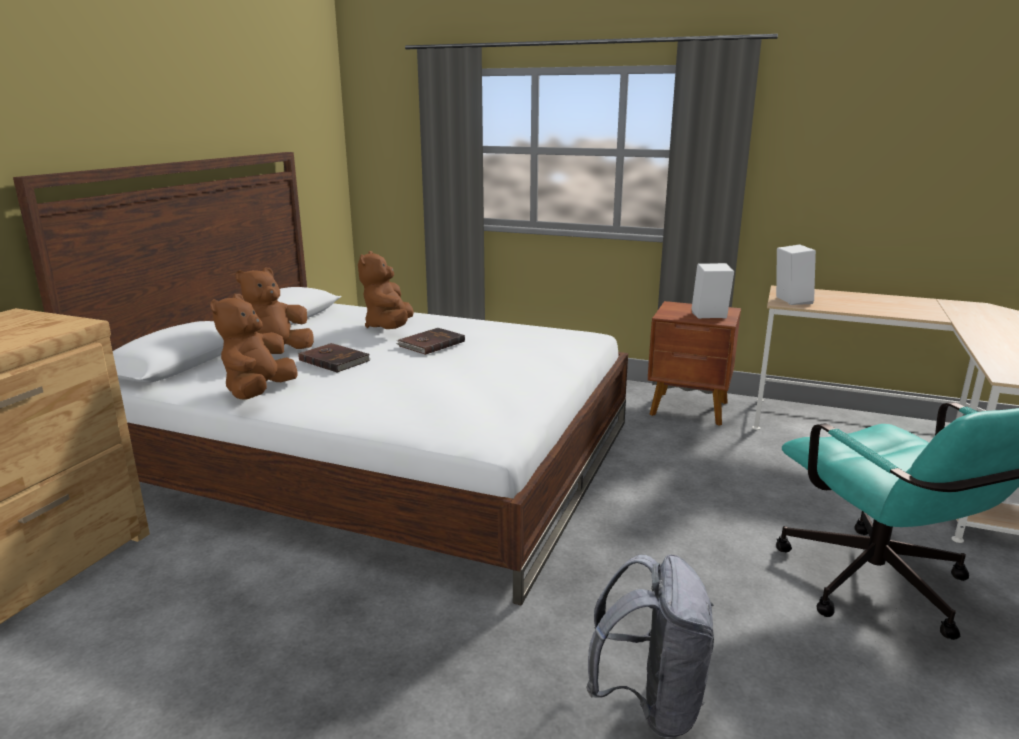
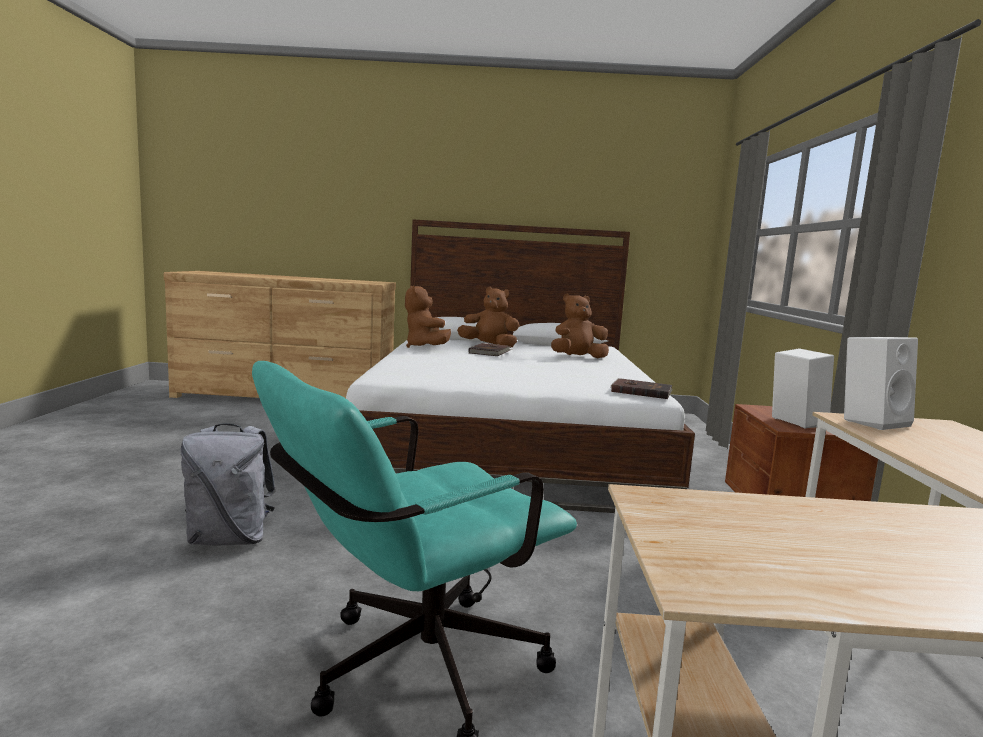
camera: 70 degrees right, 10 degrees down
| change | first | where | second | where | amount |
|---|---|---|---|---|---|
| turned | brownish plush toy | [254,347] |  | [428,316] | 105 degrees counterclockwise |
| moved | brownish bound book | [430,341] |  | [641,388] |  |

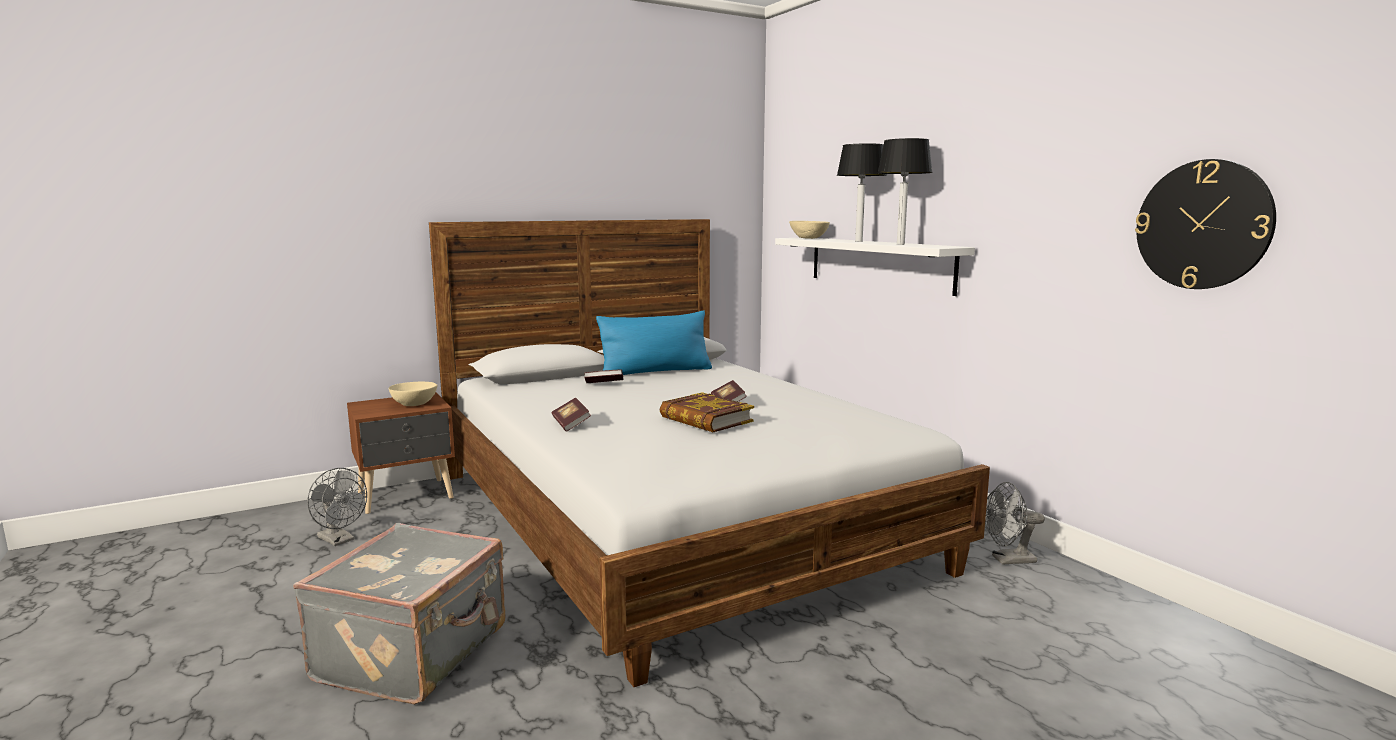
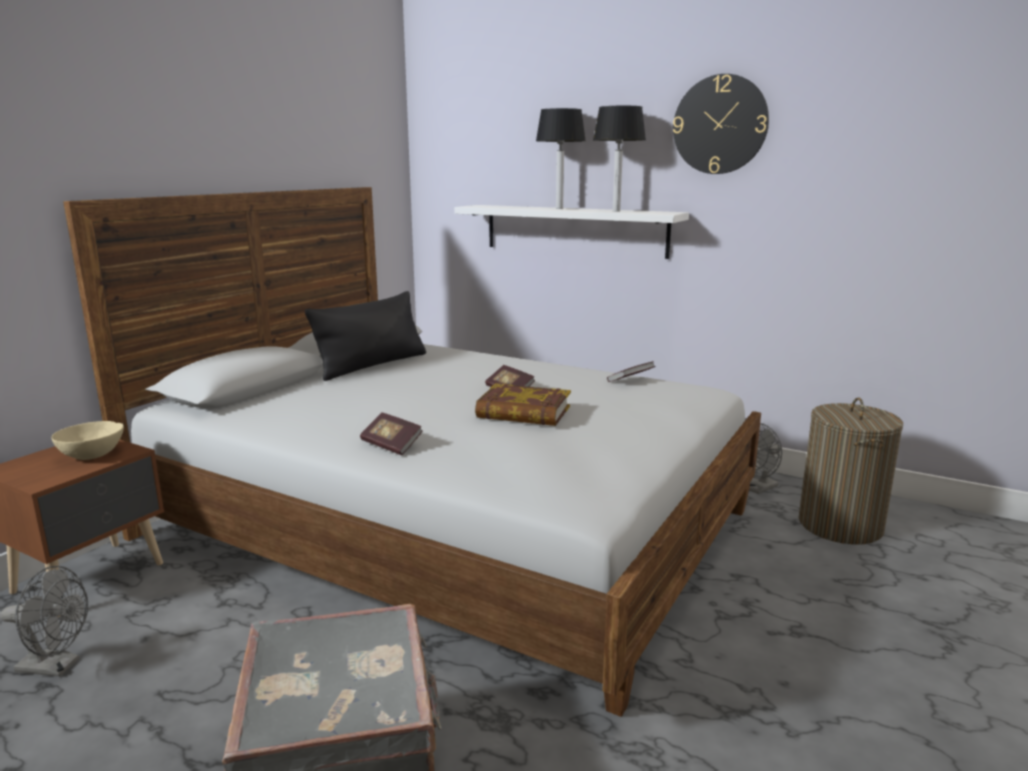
camera: 30 degrees left, 5 degrees up
| change | first | where | second | where | amount |
|---|---|---|---|---|---|
| recoloured | bluish throw pillow | [654,343] | black throw pillow | [365,336] |  |
| moved | bound book | [604,376] |  | [631,371] |  |
| moved | hanging clock | [1205,224] |  | [721,124] |  |
| added |  |  | laundry basket | [851,471] |  |
| removed | beige-coloured bowl | [809,230] |  |  |  |

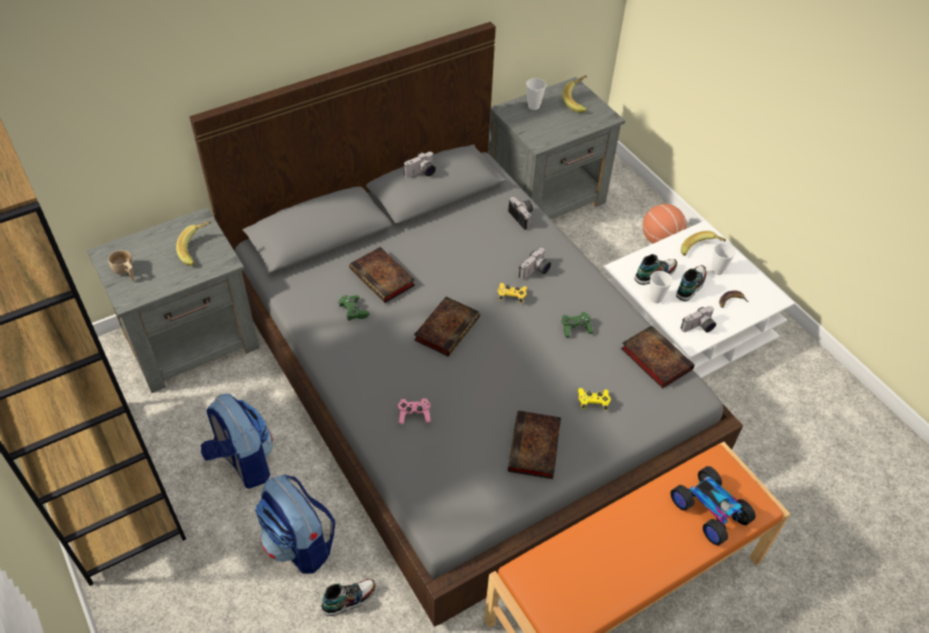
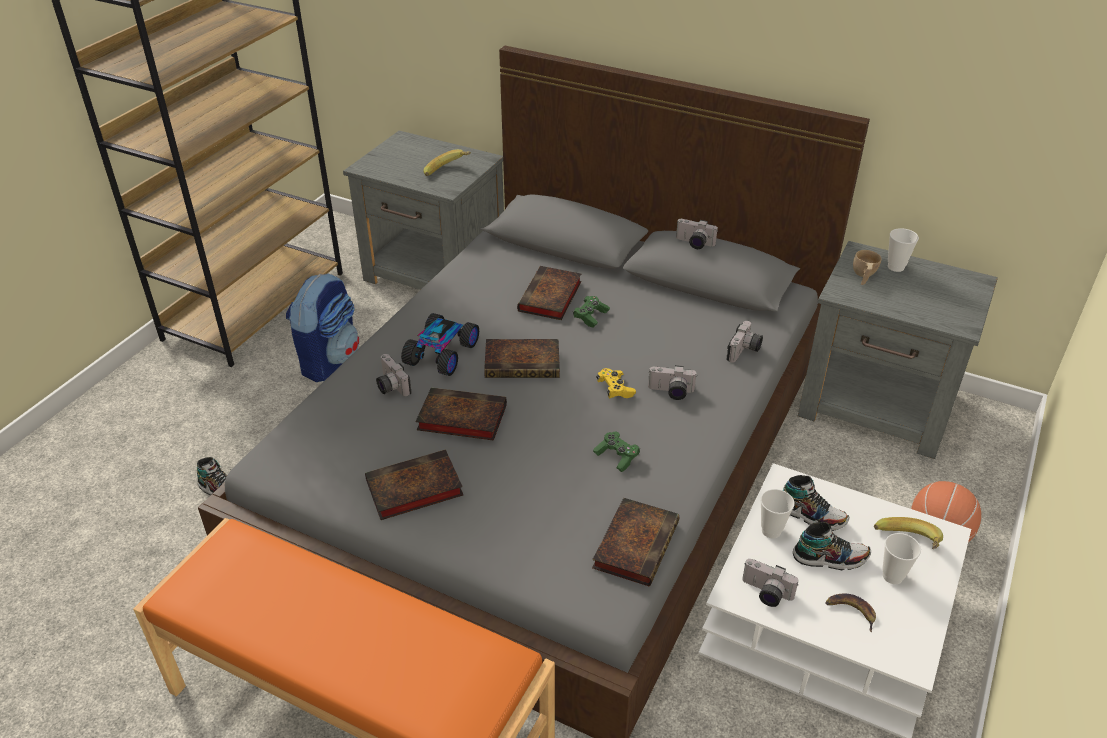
camera: 60 degrees right, 10 degrees down
| change | first | where | second | where | amount |
|---|---|---|---|---|---|
| replaced | pink-coloured joypad | [414,411] | still camera | [394,375] |  |
| moved | model car | [713,506] |  | [440,344] |  |
| added |  |  | bound book | [461,414] |  |
| moved | greenish joypad | [353,308] |  | [591,312] |  |
| moved | beige-coloured cup | [121,265] |  | [867,267] |  |
| removed | knapsack | [295,524] |  |  |  |
| removed | banana | [574,94] |  |  |  |
| removed | yellowish joypad | [594,399] |  |  |  |

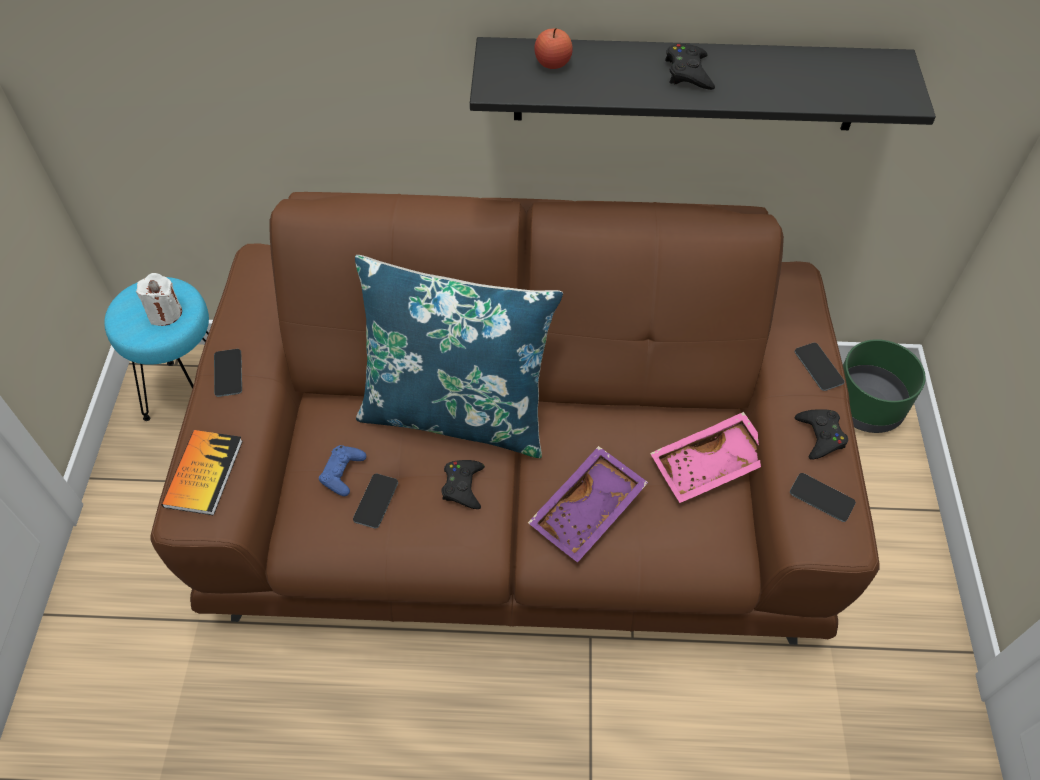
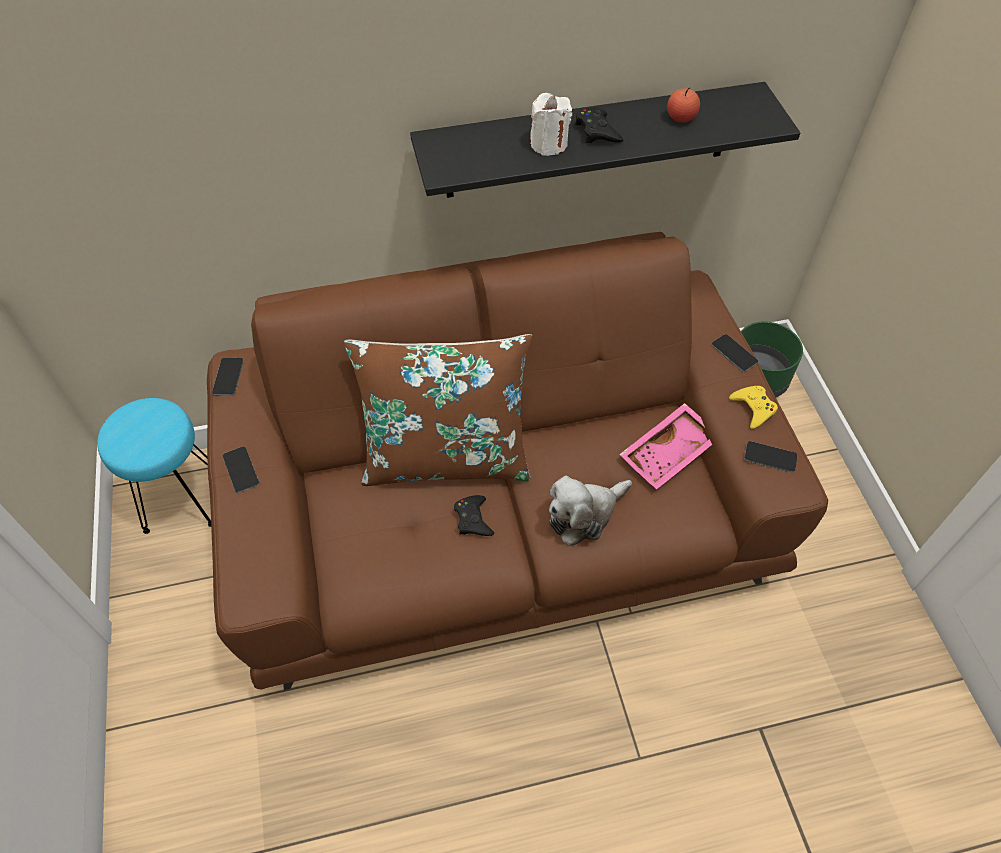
camera: 15 degrees left, 0 degrees up
| change | first | where | second | where | amount |
|---|---|---|---|---|---|
| moved | phone | [375,501] |  | [228,377] |  |
| recoloured | bluish throw pillow | [459,356] | brownish throw pillow | [438,410] |  |
| moved | white wax light | [159,299] |  | [551,124] |  |
| replaced | purplish serving tray | [588,504] | plush toy | [590,511] |  |
| moved | apple | [553,48] |  | [683,105] |  |
| recoloured | black joypad | [821,434] | yellowish joypad | [753,407] |  |
| removed | bound book | [202,472] |  |  |  |
| removed | bluish joypad | [343,470] |  |  |  |

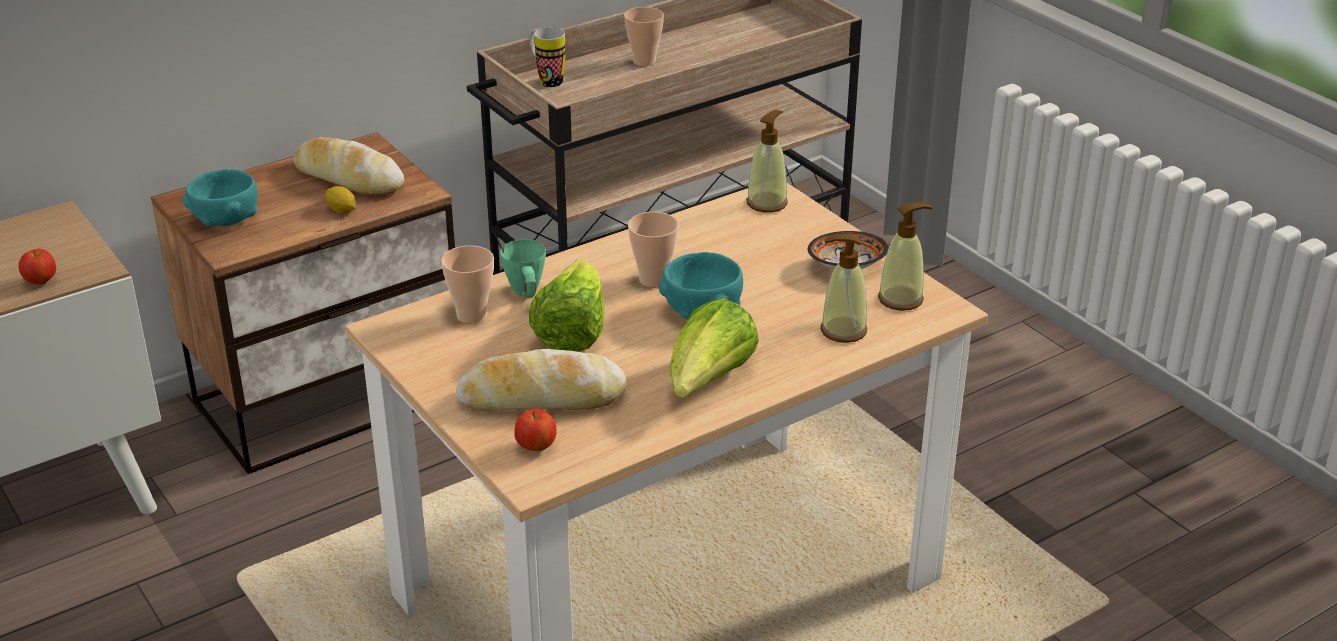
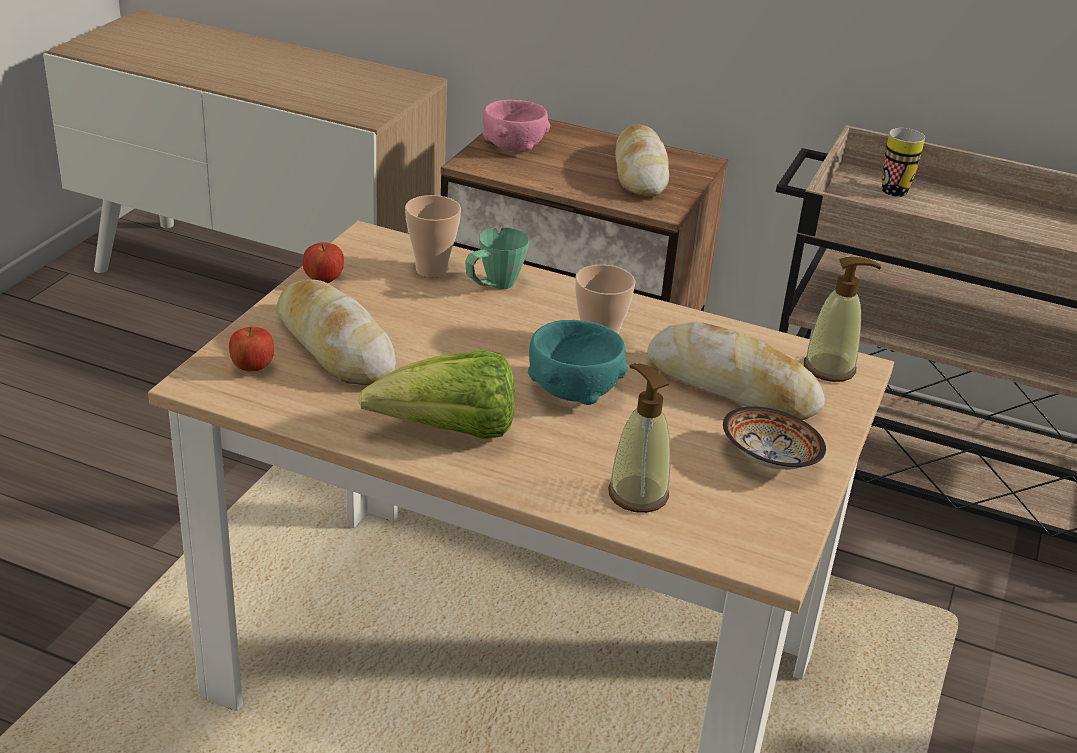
camera: 55 degrees right, 0 degrees up
| change | first | where | second | where | amount |
|---|---|---|---|---|---|
| moved | apple | [37,267] |  | [323,262] |  |
| recoloured | turquoise bowl | [220,197] | pink-coloured bowl | [516,126] |  |
| added |  |  | bread | [736,371] |  |
| removed | lemon | [341,199] |  |  |  |
| removed | head of lettuce | [567,305] |  |  |  |
| removed | cup | [644,36] |  |  |  |
| removed | liquid soap bottle | [905,257] |  |  |  |

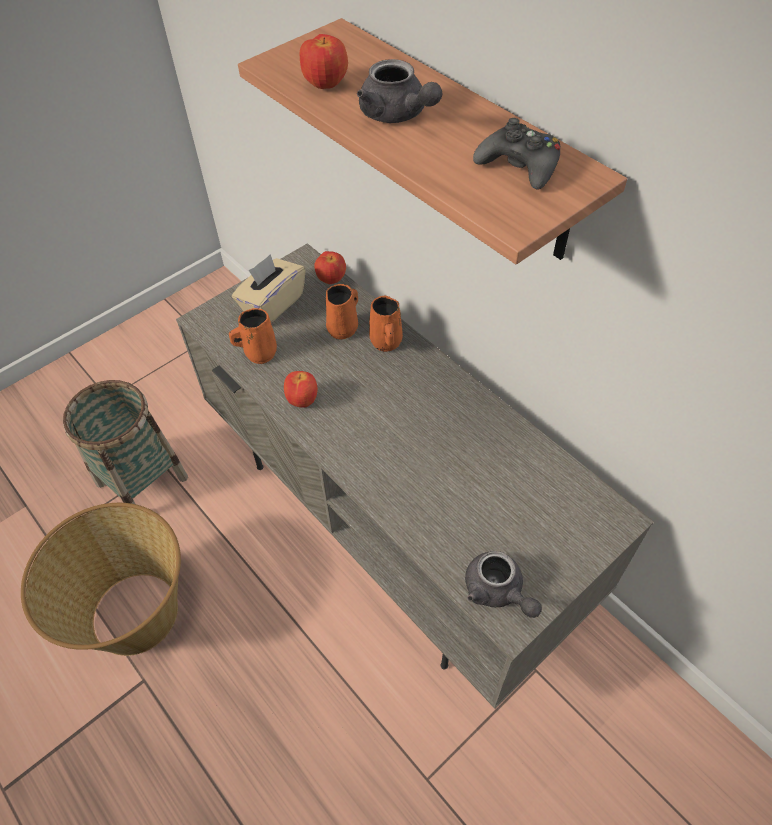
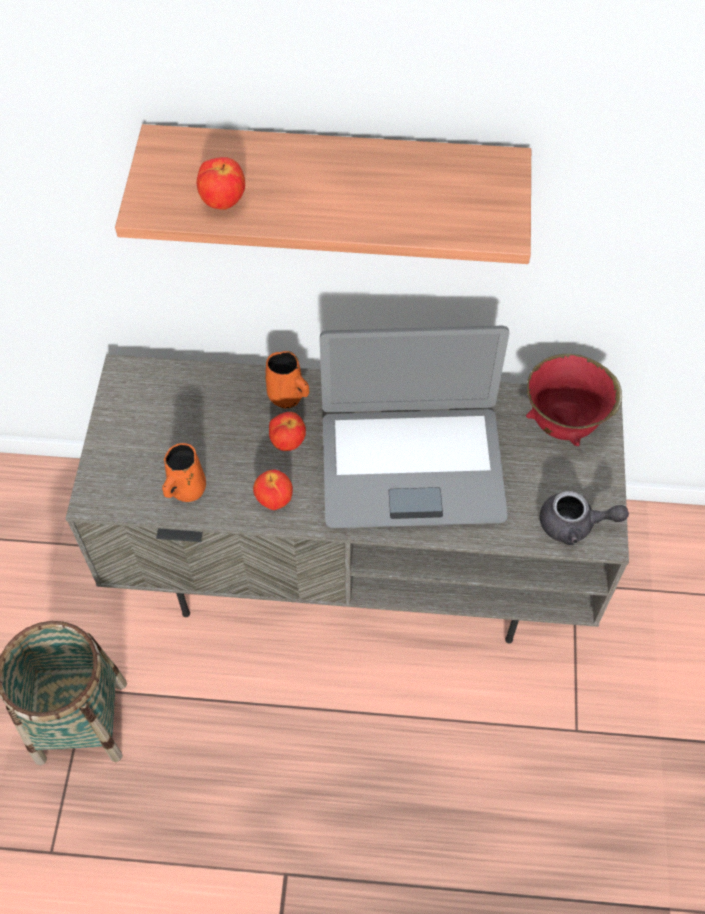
camera: 45 degrees left, 5 degrees up
| change | first | where | second | where | amount |
|---|---|---|---|---|---|
| moved | apple | [330,267] |  | [287,431] |  |
| added |  |  | notebook computer | [414,427] |  |
| added |  |  | reddish bowl | [574,400] |  |
| removed | basket | [101,579] |  |  |  |
| removed | beige-coloured box of tissues | [269,288] |  |  |  |
| removed | orange-coloured mug | [342,312] |  |  |  |
| removed | grey pot for tea | [399,91] |  |  |  |
| removed | black joypad | [516,154] |  |  |  |

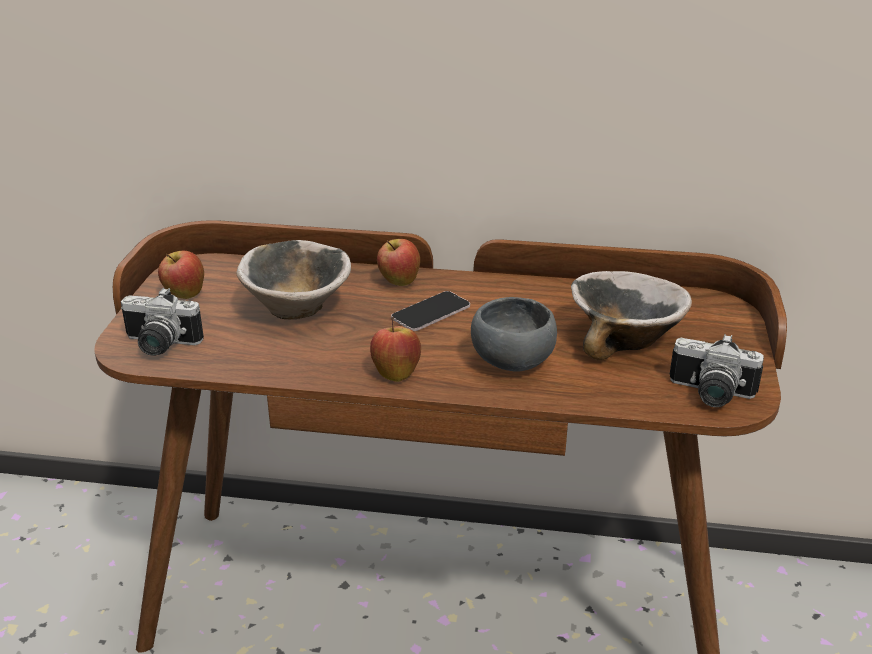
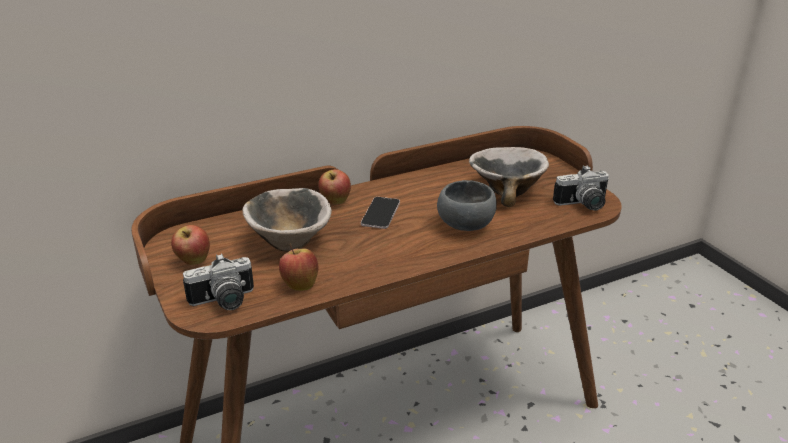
camera: 35 degrees left, 0 degrees up
| change | first | where | second | where | amount |
|---|---|---|---|---|---|
| moved | apple | [395,349] |  | [298,267] |  |

